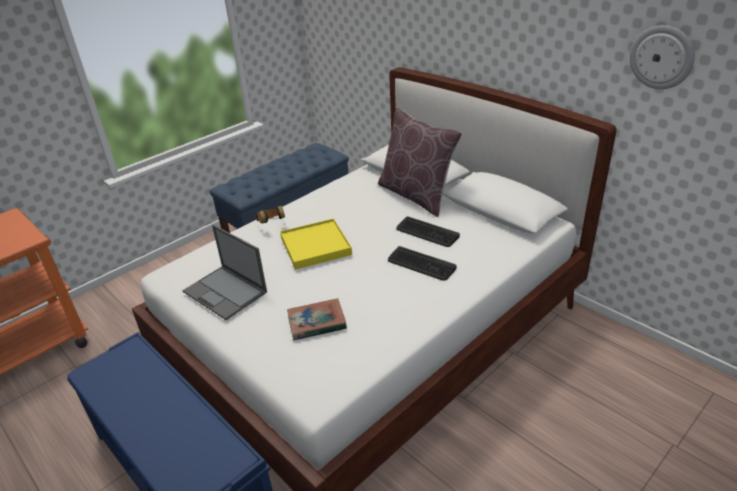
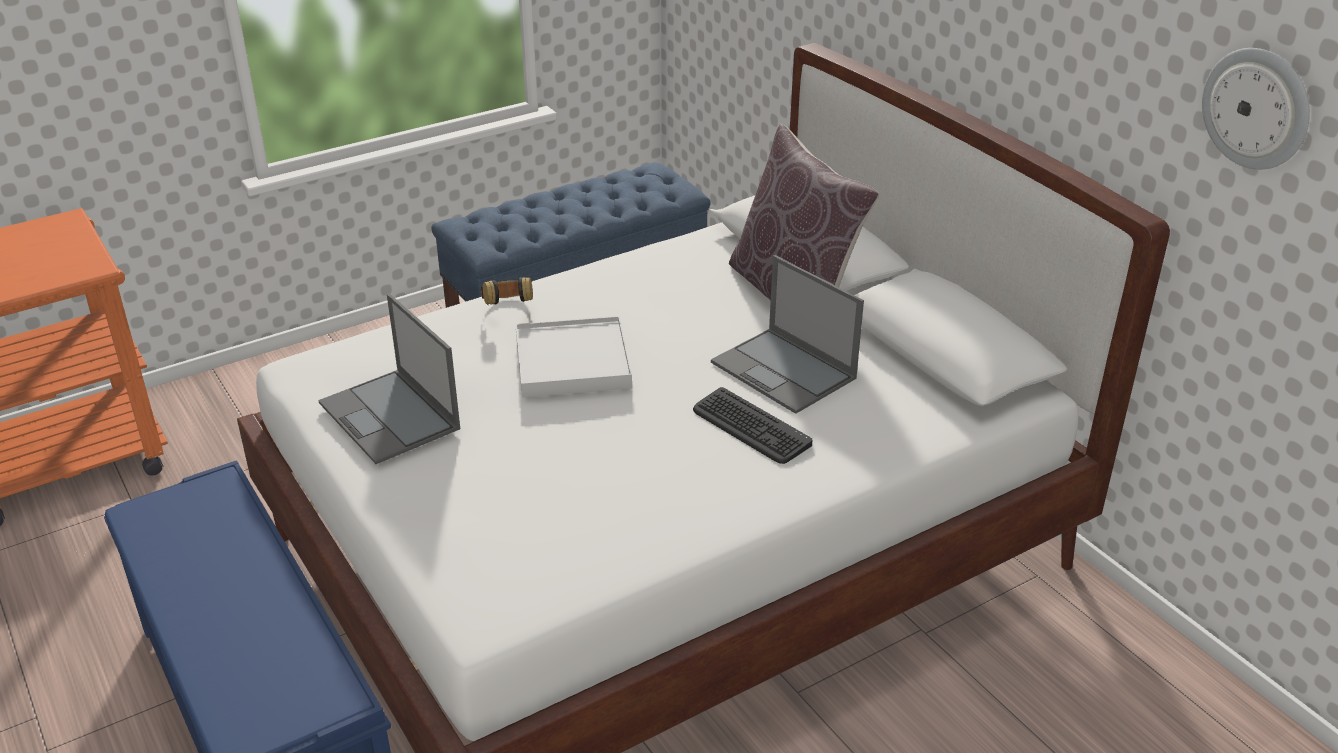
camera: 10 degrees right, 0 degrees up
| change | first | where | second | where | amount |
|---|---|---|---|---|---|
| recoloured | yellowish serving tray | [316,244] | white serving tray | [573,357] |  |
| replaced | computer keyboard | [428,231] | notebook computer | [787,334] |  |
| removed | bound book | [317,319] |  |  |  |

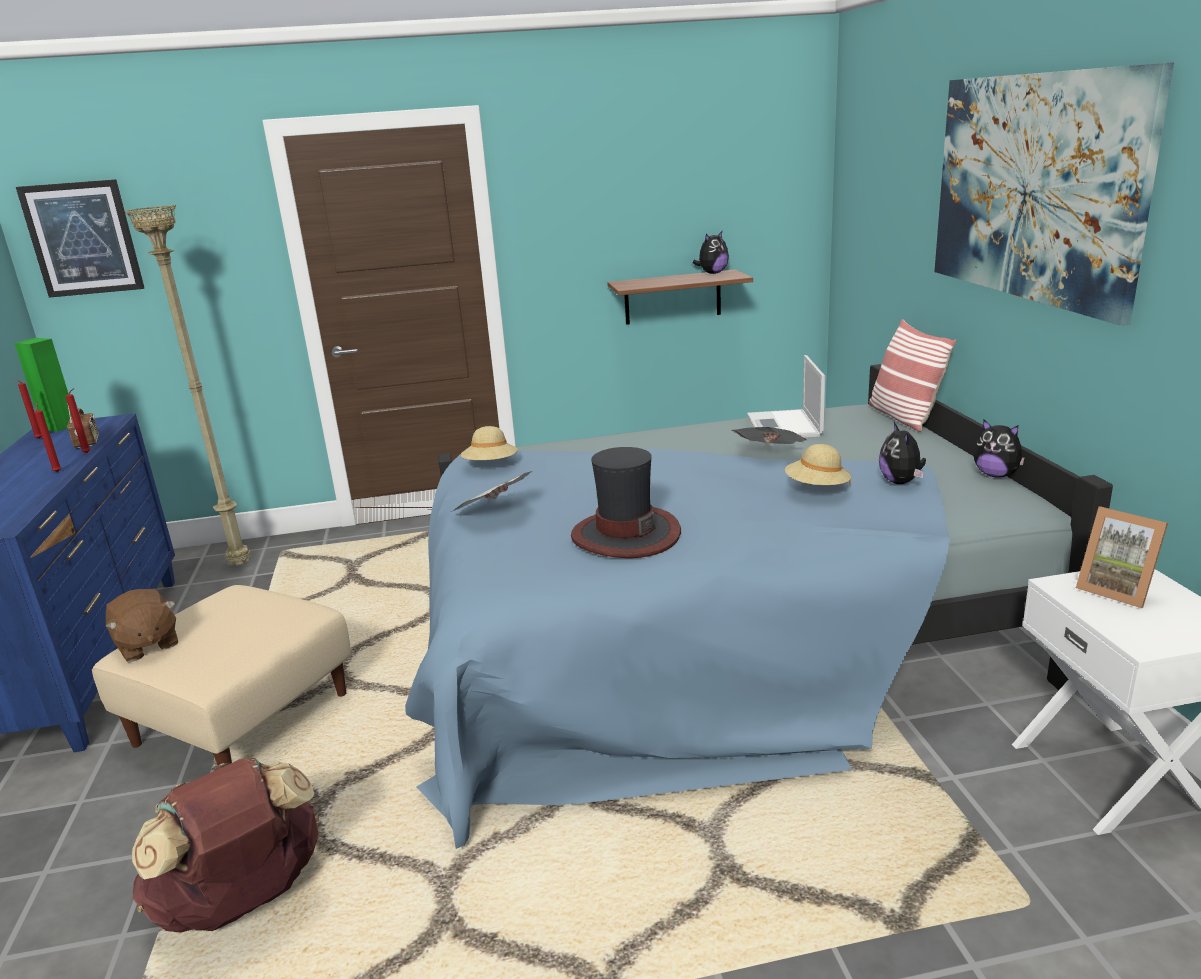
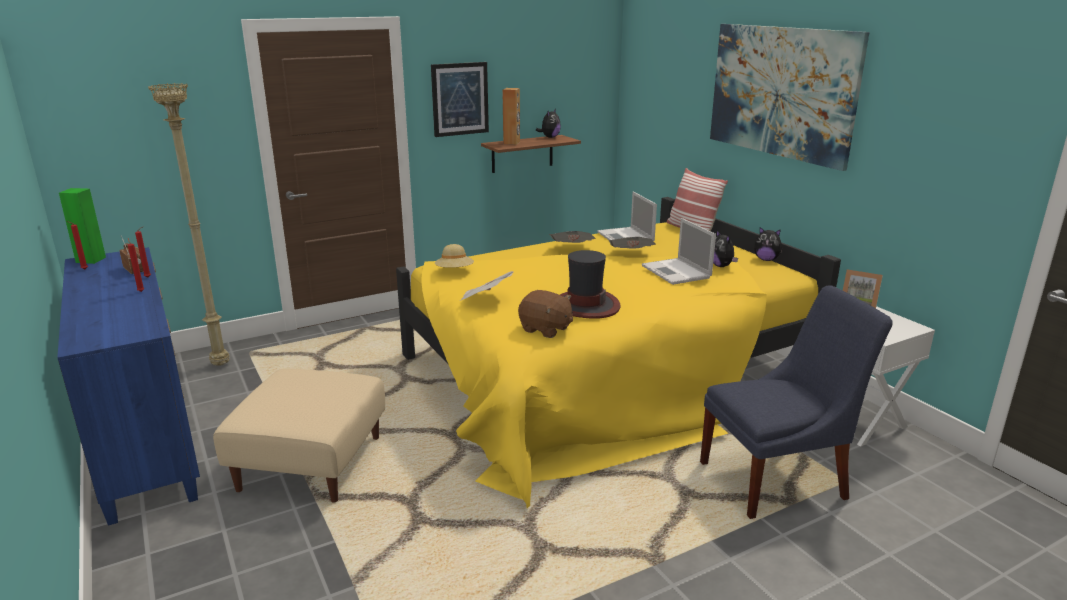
camera: 20 degrees left, 0 degrees up
| change | first | where | second | where | amount |
|---|---|---|---|---|---|
| recoloured | bluish bed | [759,606] | yellowish bed | [618,352] |  |
| moved | wall picture | [80,238] |  | [460,99] |  |
| added |  |  | brownish loudspeaker | [511,116] |  |
| moved | brownish plush toy | [141,625] |  | [545,314] |  |
| added |  |  | daily paper | [572,237] |  |
| replaced | beige-coloured wearable hat | [818,464] | notebook computer | [679,251] |  |
| added |  |  | bluish upright chair | [796,402] |  |
| removed | brownish knapsack | [225,845] |  |  |  |

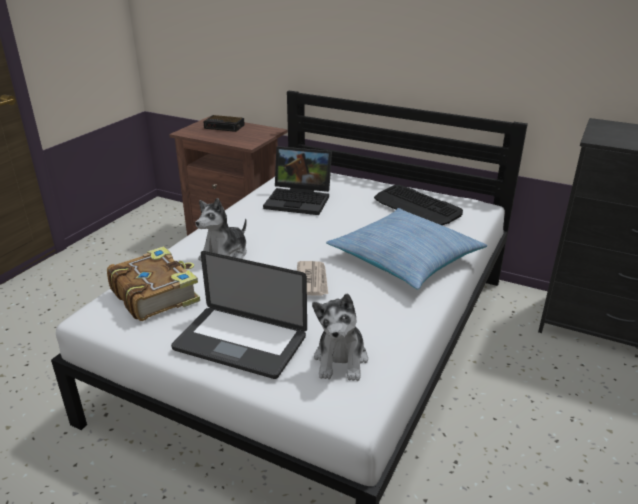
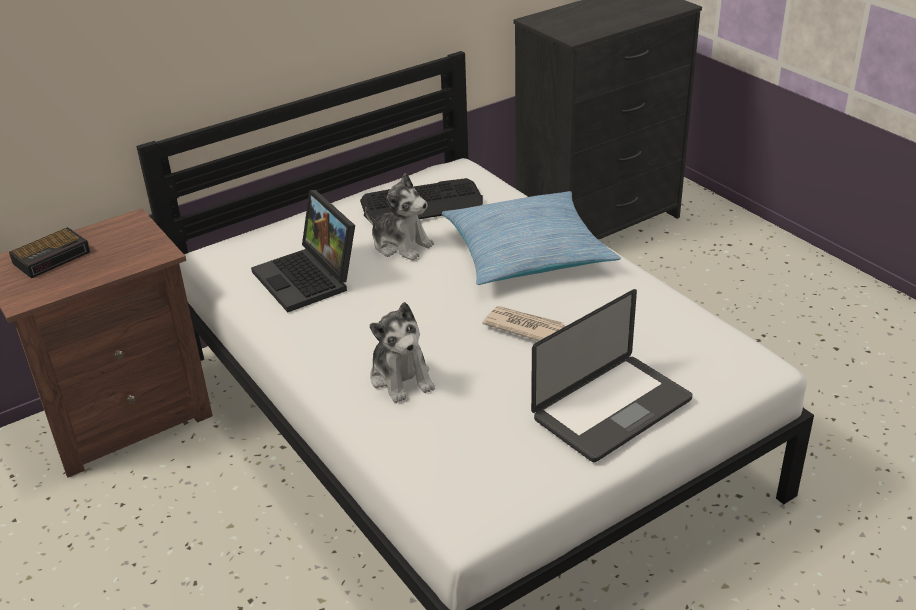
camera: 60 degrees left, 5 degrees up
| change | first | where | second | where | amount |
|---|---|---|---|---|---|
| turned | notebook computer | [297,180] |  | [303,251] | 105 degrees clockwise |
| moved | plush toy | [340,337] |  | [399,217] |  |
| removed | bound book | [153,283] |  |  |  |

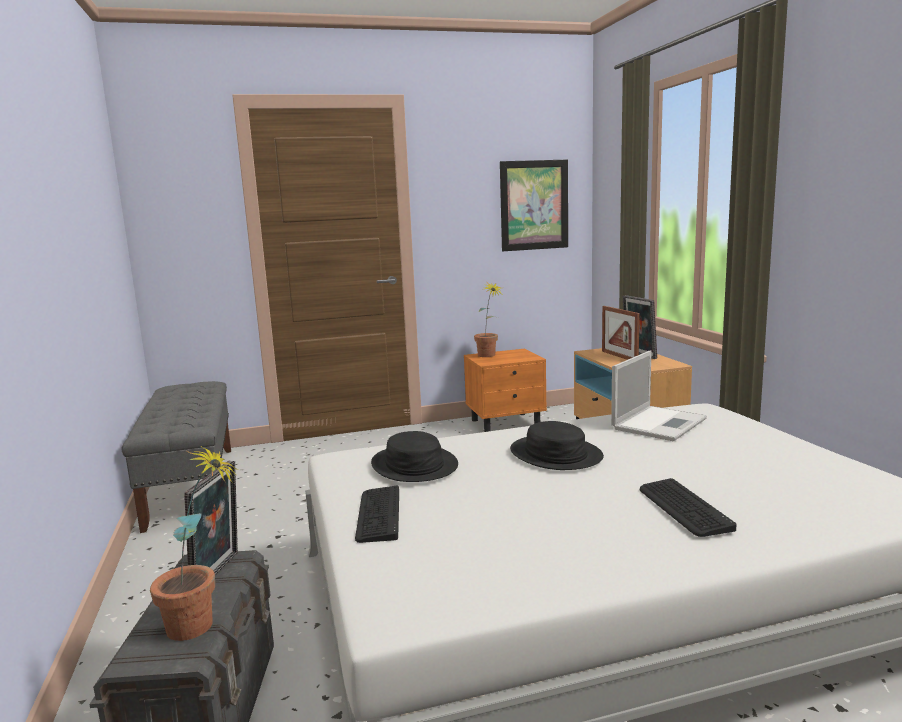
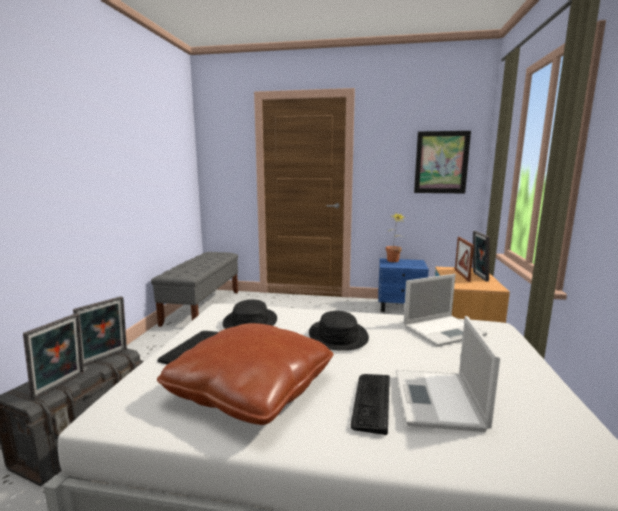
camera: 25 degrees right, 0 degrees up
| change | first | where | second | where | amount |
|---|---|---|---|---|---|
| replaced | potted plant | [194,543] | picture frame | [53,356] |  |
| added |  |  | brownish throw pillow | [245,374] |  |
| recoloured | orange-coloured bedside table | [505,390] | bluish bedside table | [403,285] |  |
| added |  |  | notebook computer | [448,374] |  |

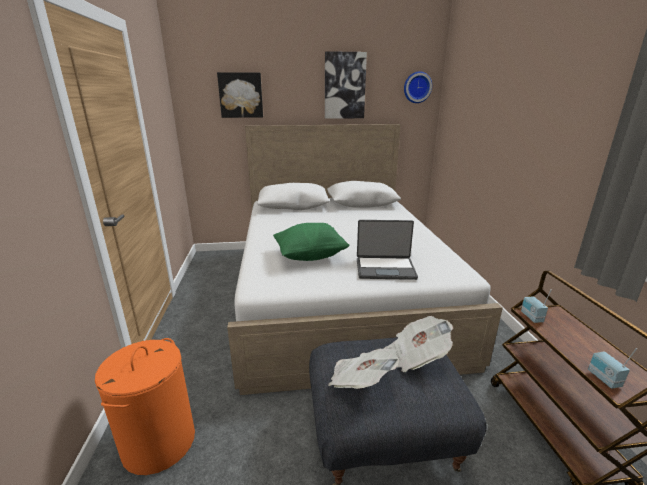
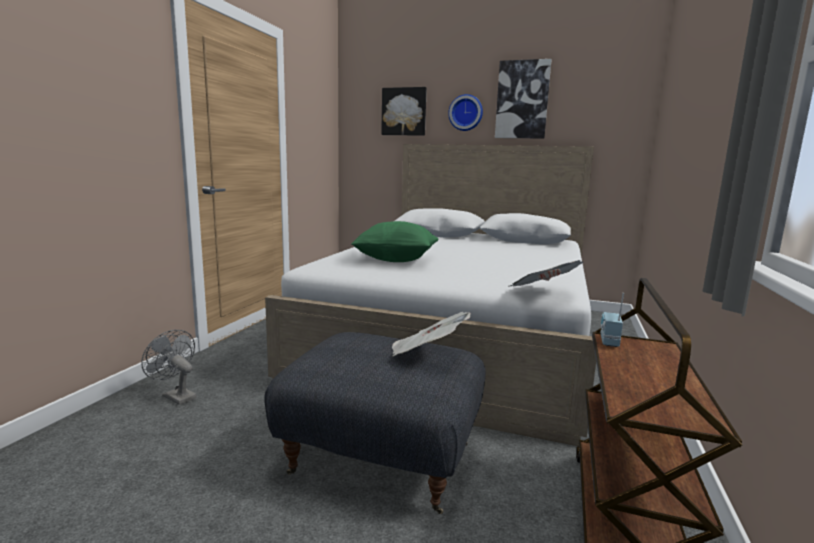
camera: 25 degrees right, 10 degrees down
| change | first | where | second | where | amount |
|---|---|---|---|---|---|
| replaced | orange-coloured laundry basket | [145,406] | grey electric fan | [169,367] |  |
| moved | hanging clock | [418,87] |  | [465,112] |  |
| moved | daily paper | [363,369] |  | [546,273] |  |
| removed | notebook computer | [387,250] |  |  |  |
| removed | radio set | [612,368] |  |  |  |

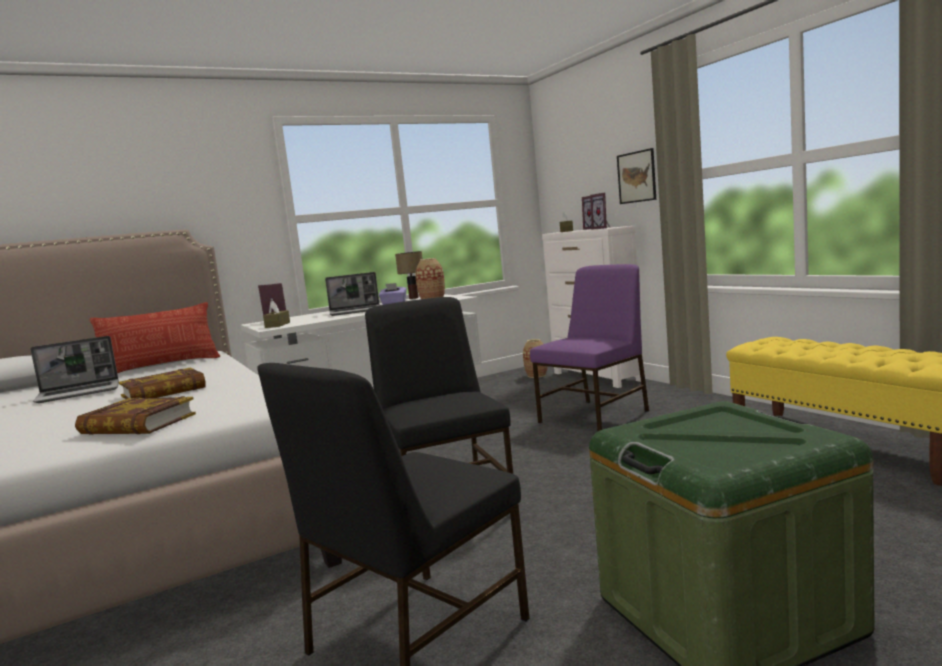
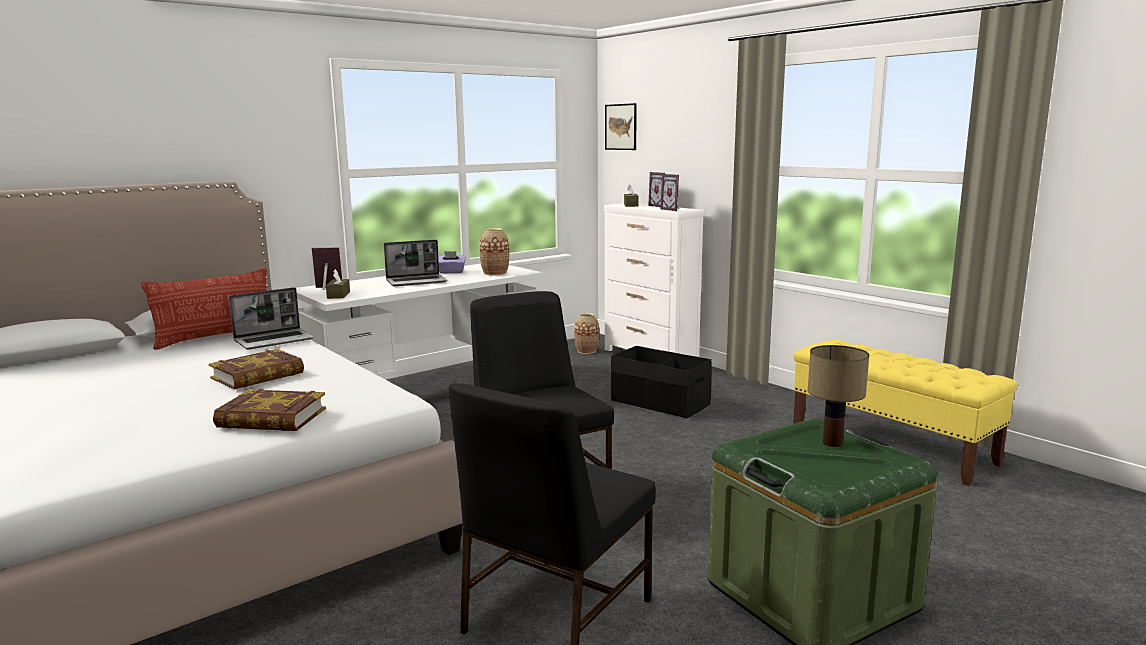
camera: 10 degrees left, 5 degrees up
| change | first | where | second | where | amount |
|---|---|---|---|---|---|
| moved | notebook computer | [74,369] |  | [271,318] |  |
| moved | wall picture | [636,176] |  | [621,126] |  |
| replaced | purplish upright chair | [589,348] | black storage container | [661,382] |  |
| moved | lamp for a table | [409,275] |  | [838,396] |  |

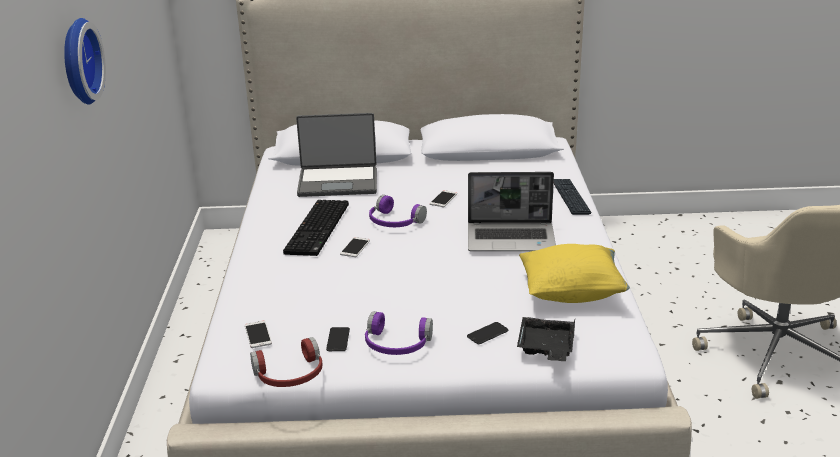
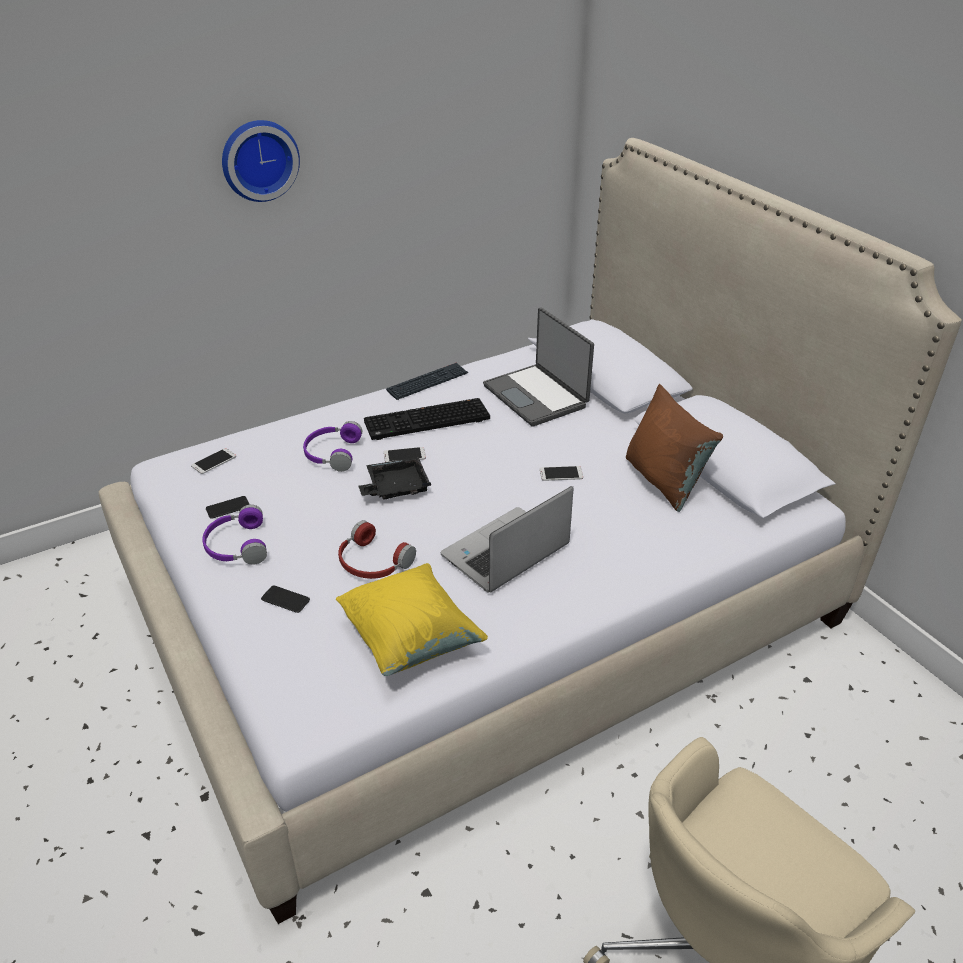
camera: 60 degrees right, 10 degrees up
| change | first | where | second | where | amount |
|---|---|---|---|---|---|
| moved | purplish pair of headphones | [398,211] |  | [333,446] |  |
| moved | reddish pair of headphones | [286,362] |  | [377,549] |  |
| moved | black serving tray | [546,339] |  | [395,478] |  |
| moved | computer keyboard | [573,197] |  | [427,381] |  |
| turned | notebook computer | [512,211] |  | [507,539] | 75 degrees clockwise |
| added |  |  | brownish throw pillow | [674,448] |  |

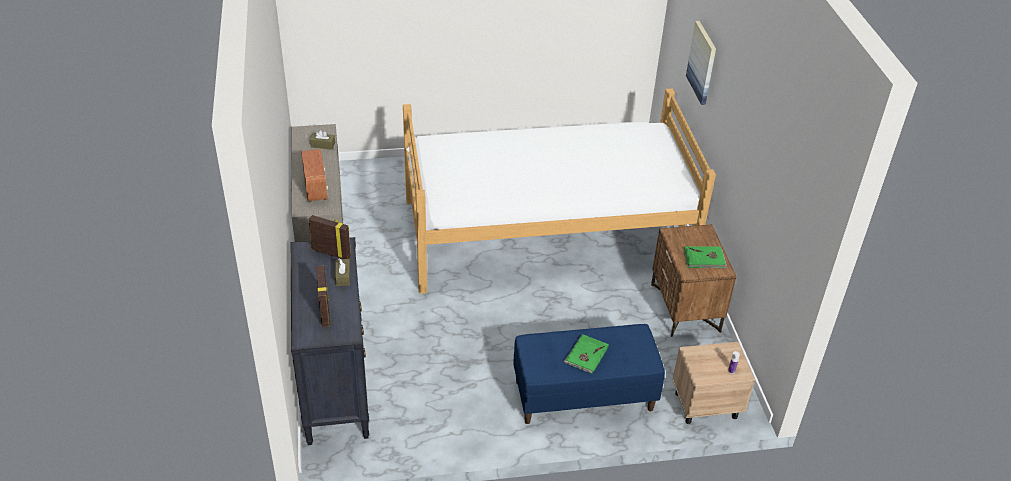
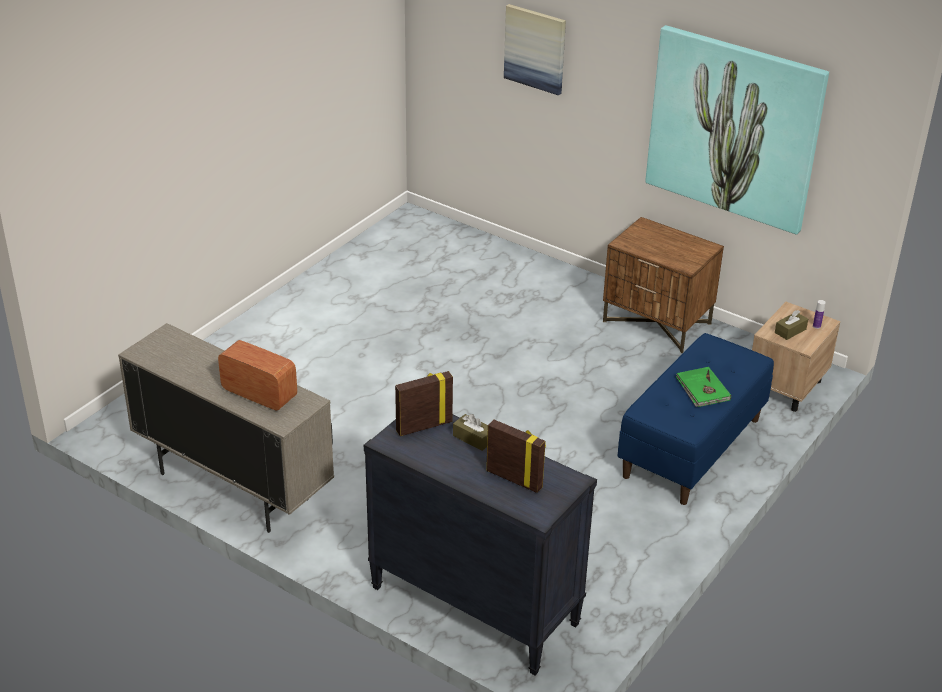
camera: 45 degrees left, 5 degrees down
| change | first | where | second | where | amount |
|---|---|---|---|---|---|
| added |  |  | wall picture | [737,130] |  |
| moved | brownish box of tissues | [322,140] |  | [791,325] |  |
| removed | bed | [559,191] |  |  |  |
| removed | greenish bound book | [705,257] |  |  |  |

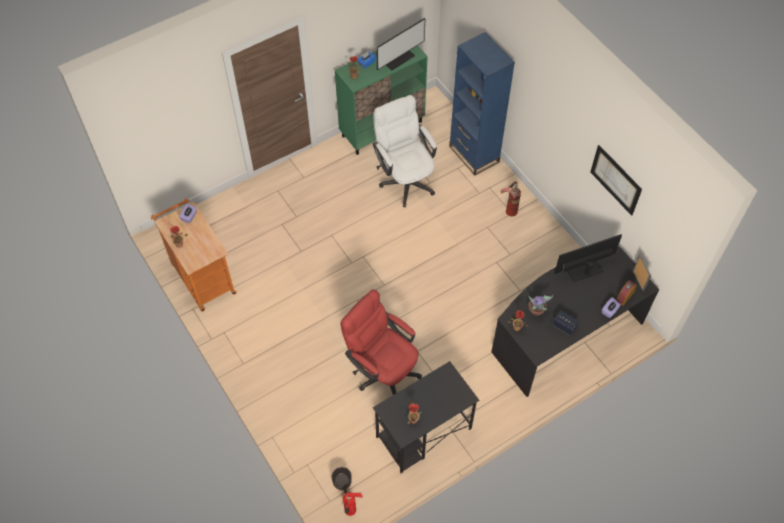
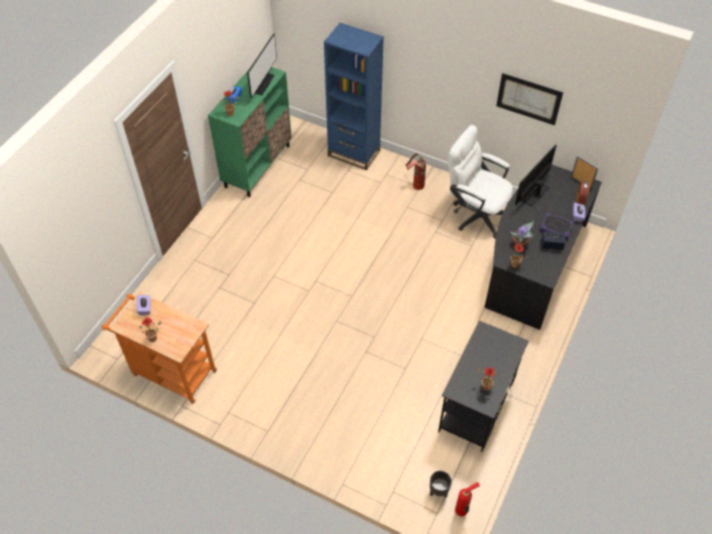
camera: 30 degrees left, 5 degrees down
| change | first | where | second | where | amount |
|---|---|---|---|---|---|
| moved | white office chair | [405,151] |  | [480,181] |  |
| added |  |  | bound book | [556,226] |  |
| removed | reddish office chair | [381,342] |  |  |  |

